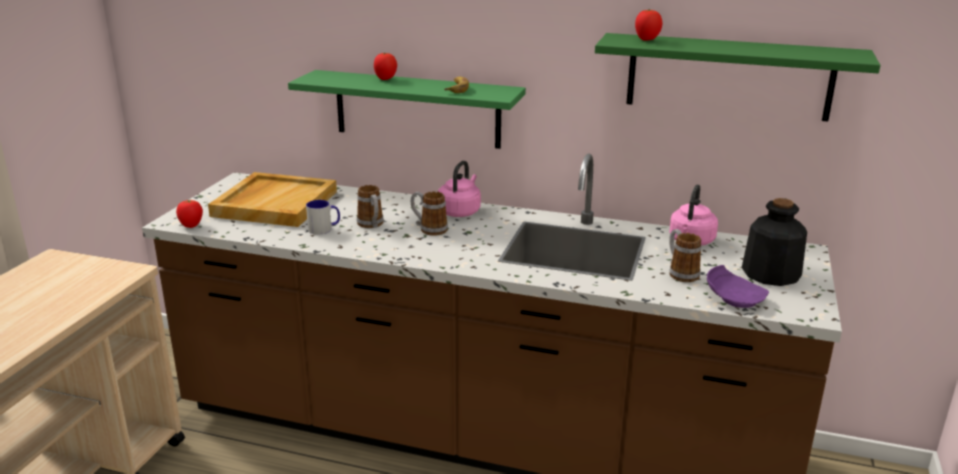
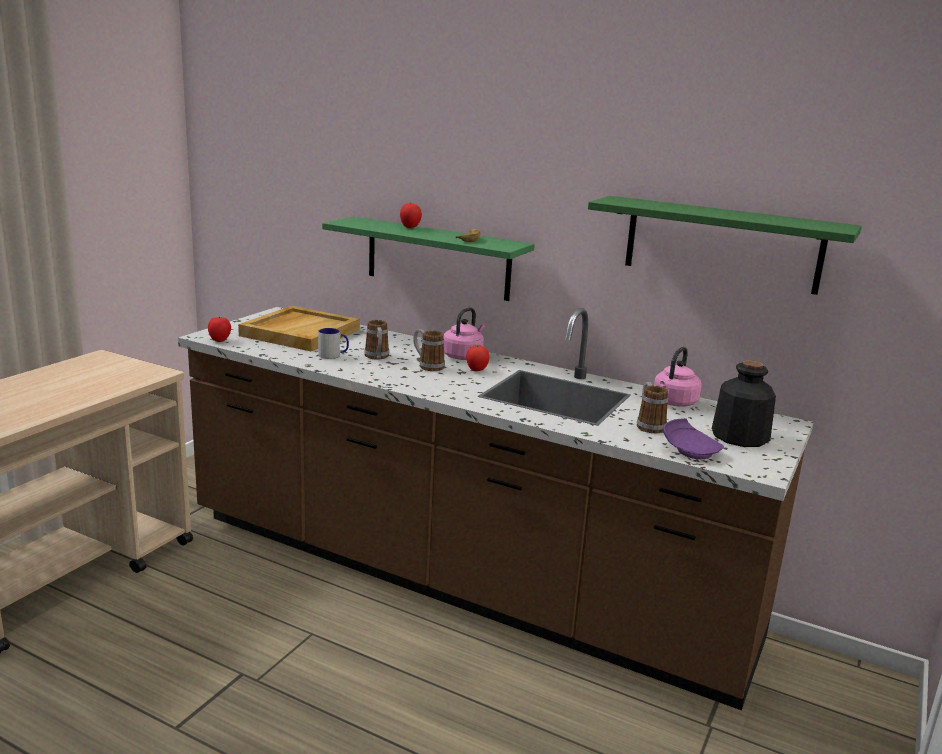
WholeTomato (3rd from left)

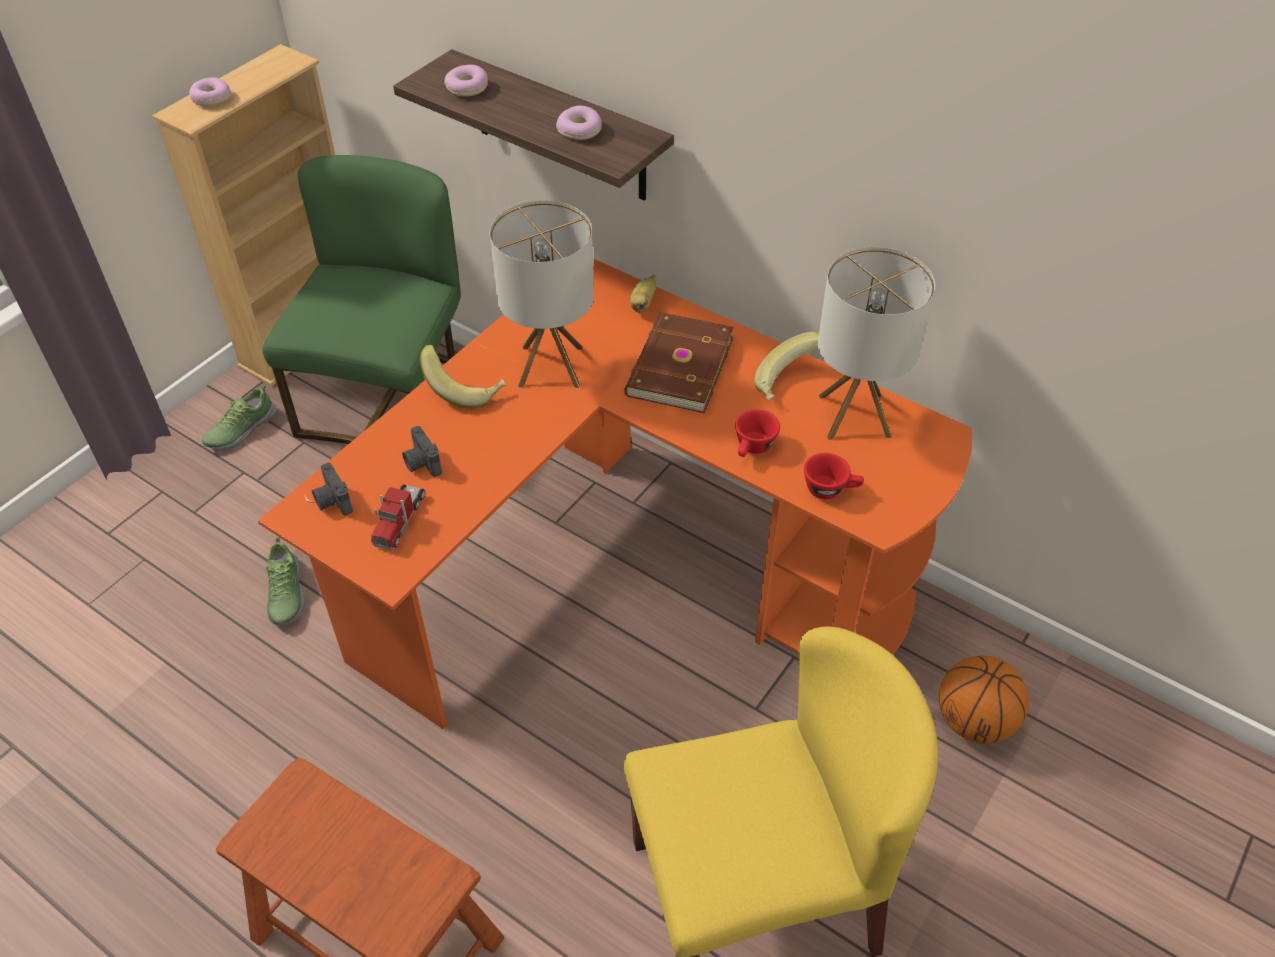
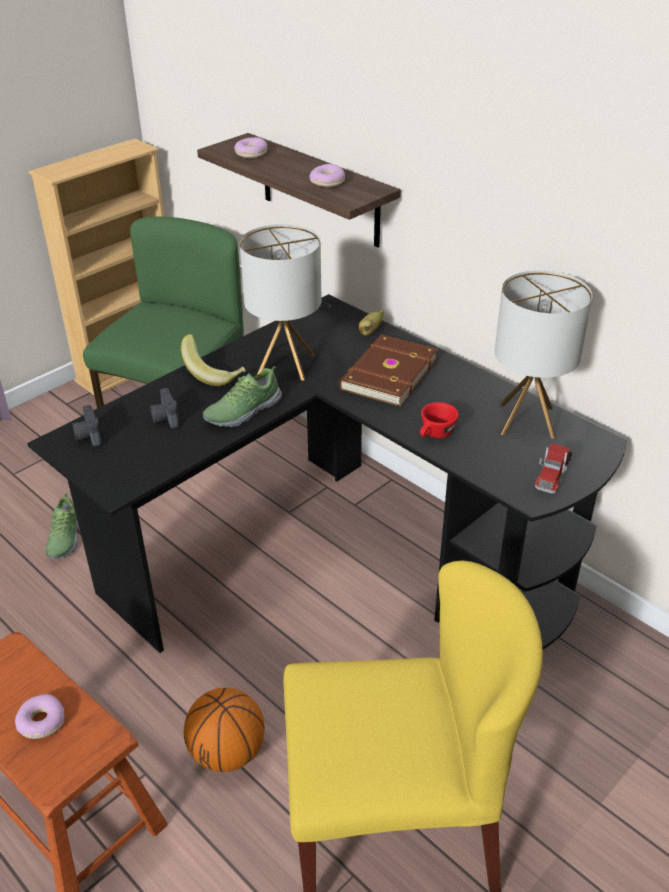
Doughnut (1st from left)
BlackishDesk
BallForBasketball
Shoe (2nd from left)
ModelTruck
WholeBanana (3rd from left in the first image)
RedColouredSmallCup (2nd from left in the first image)

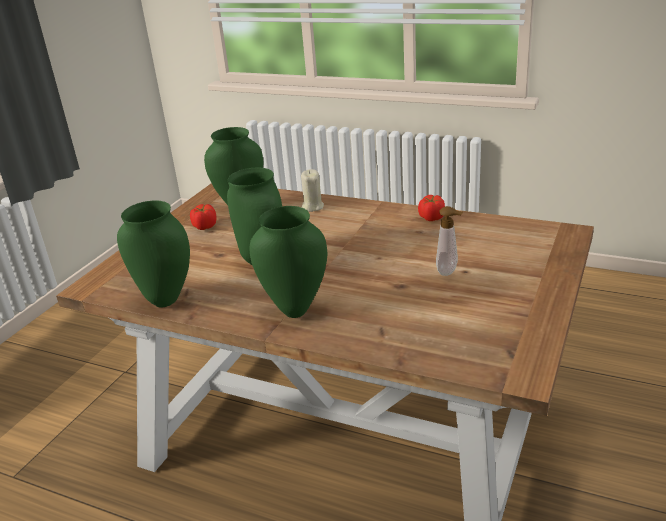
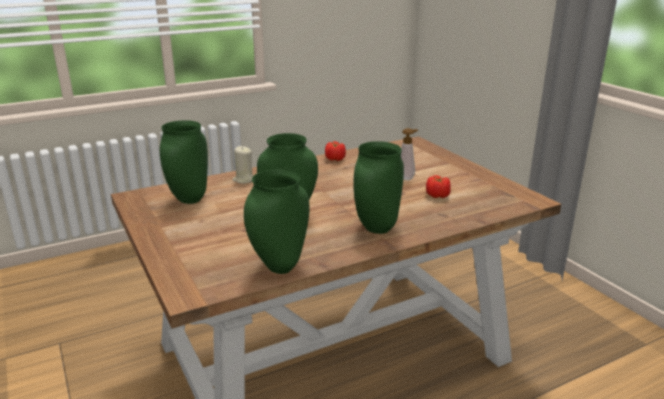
WholeTomato (2nd from left)

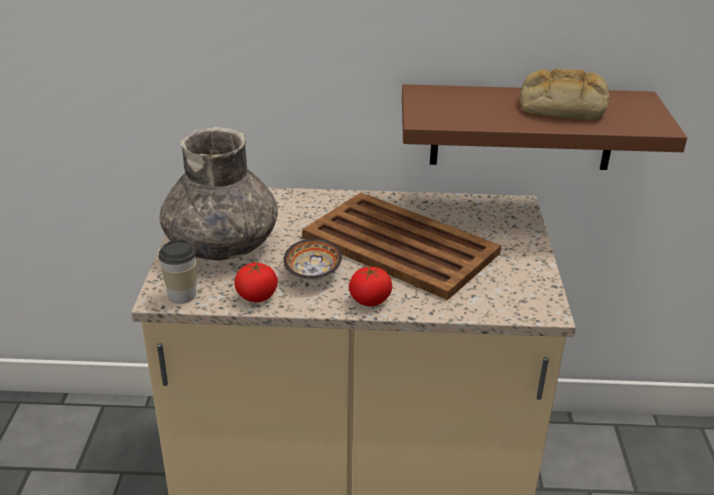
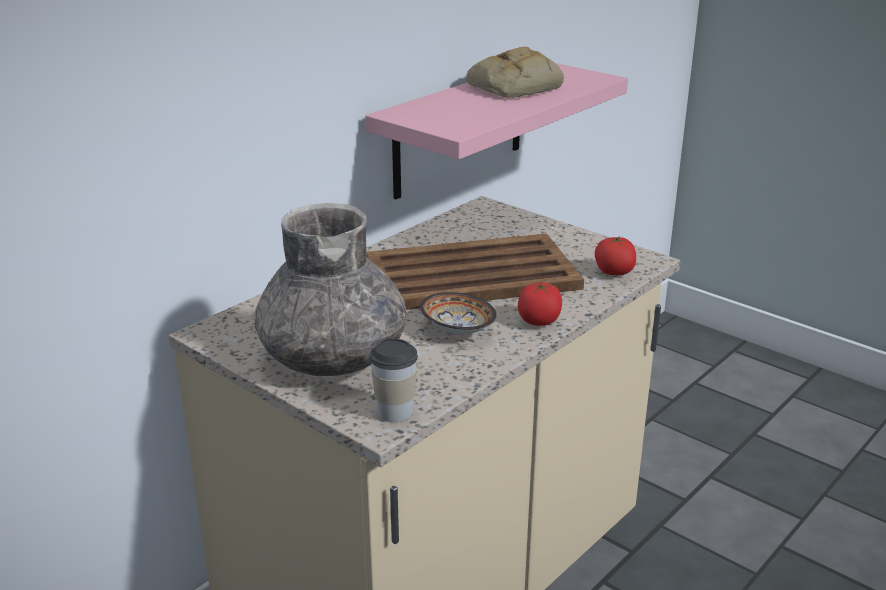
PinkishBracketShelf
WholeTomato (2nd from left)

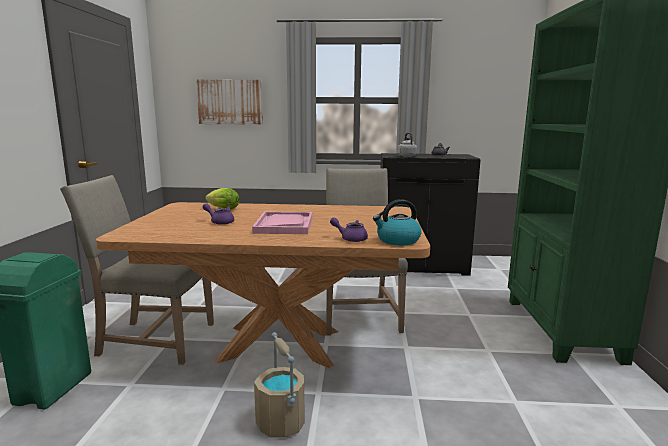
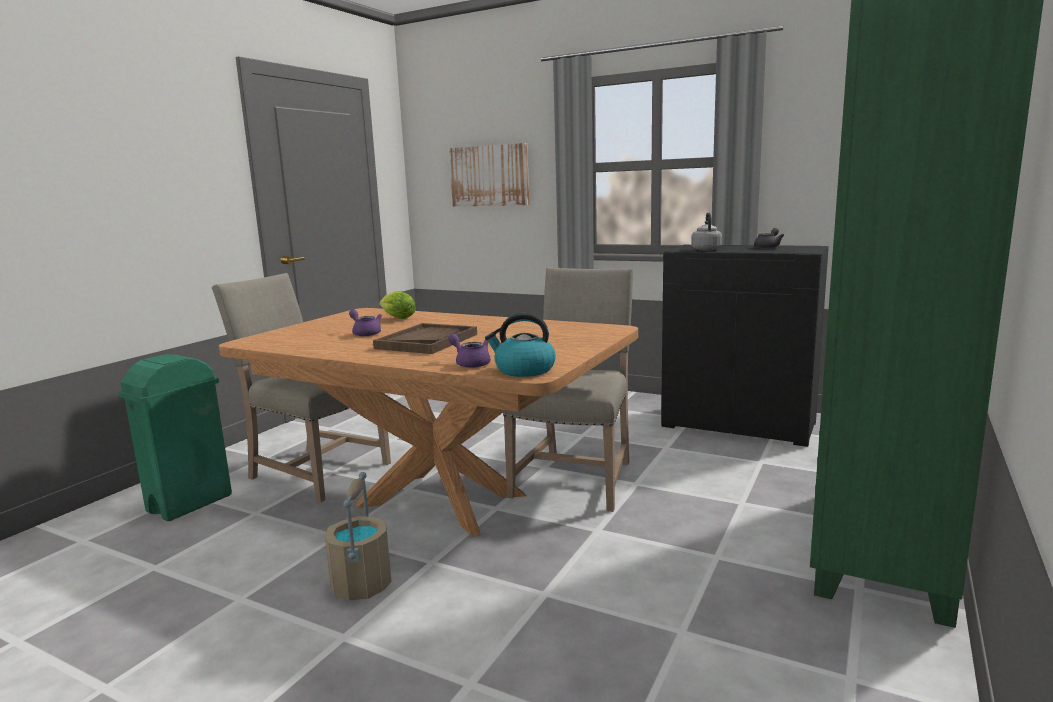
BrownishCarryingTray

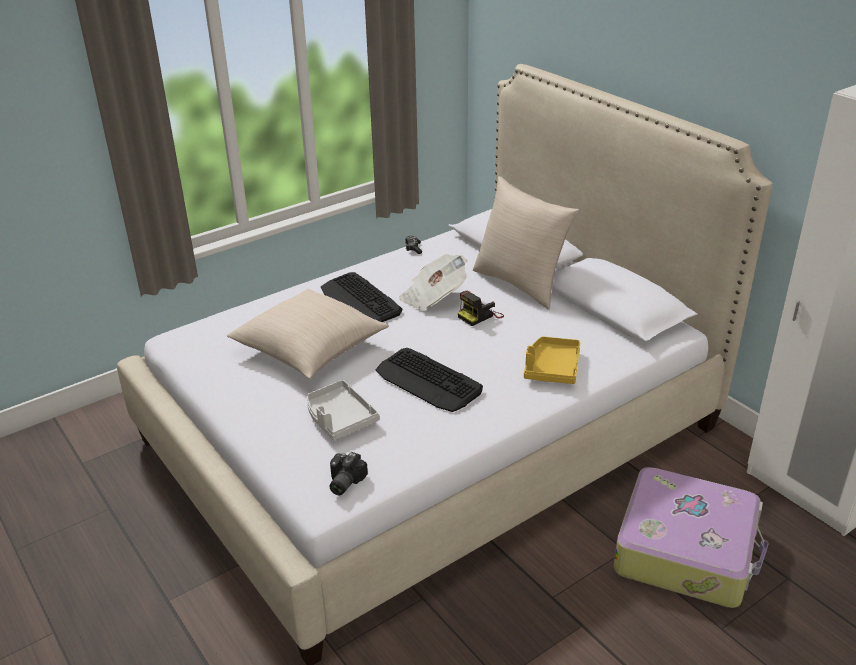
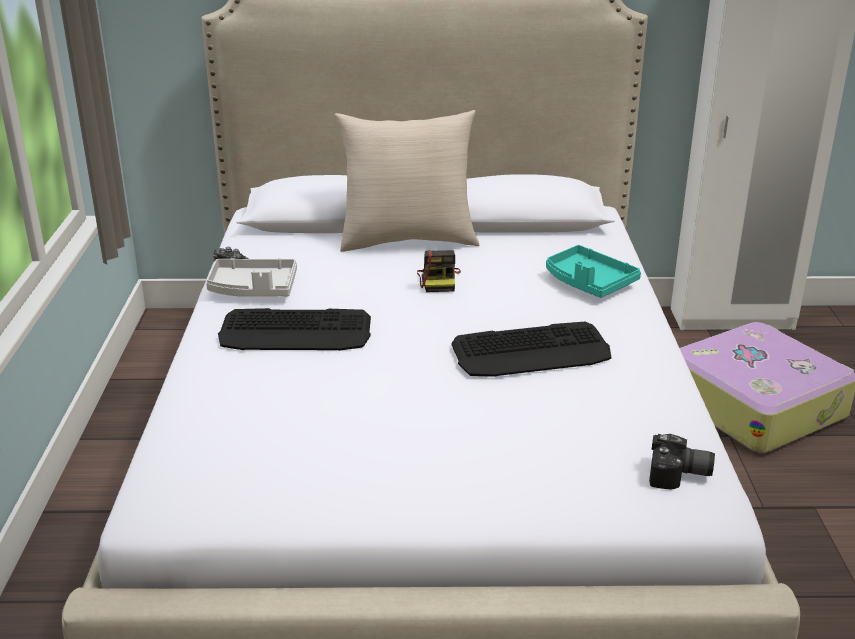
GrayCarryingTray
BlueGreenCarryingTray
PhotoCamera (2nd from left)
BeigeThrowPillow (1st from left in the first image)
PrintedPaper

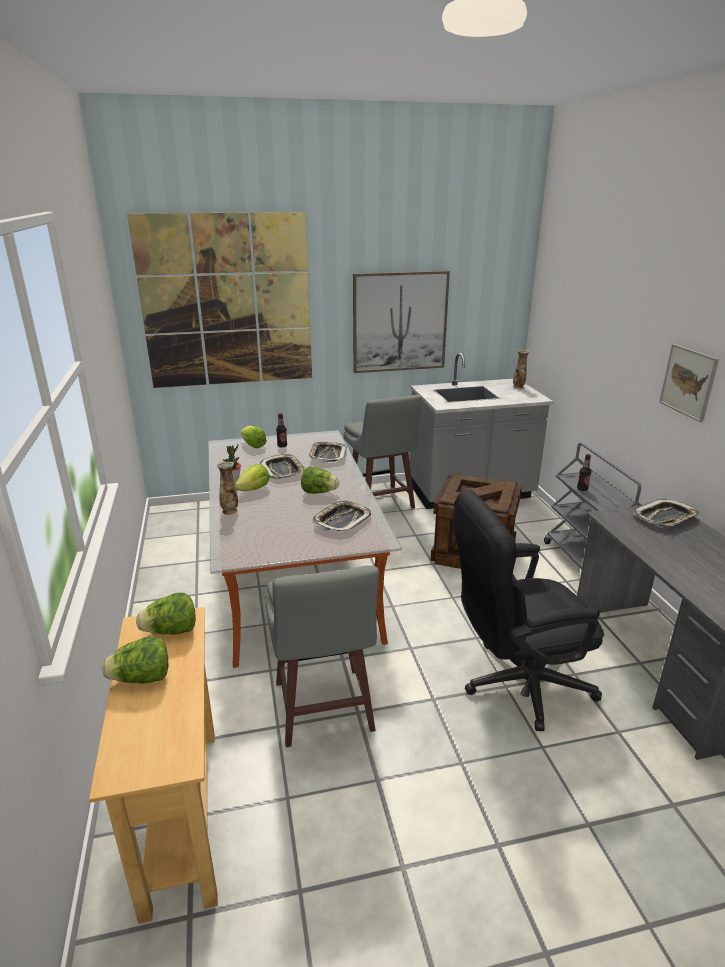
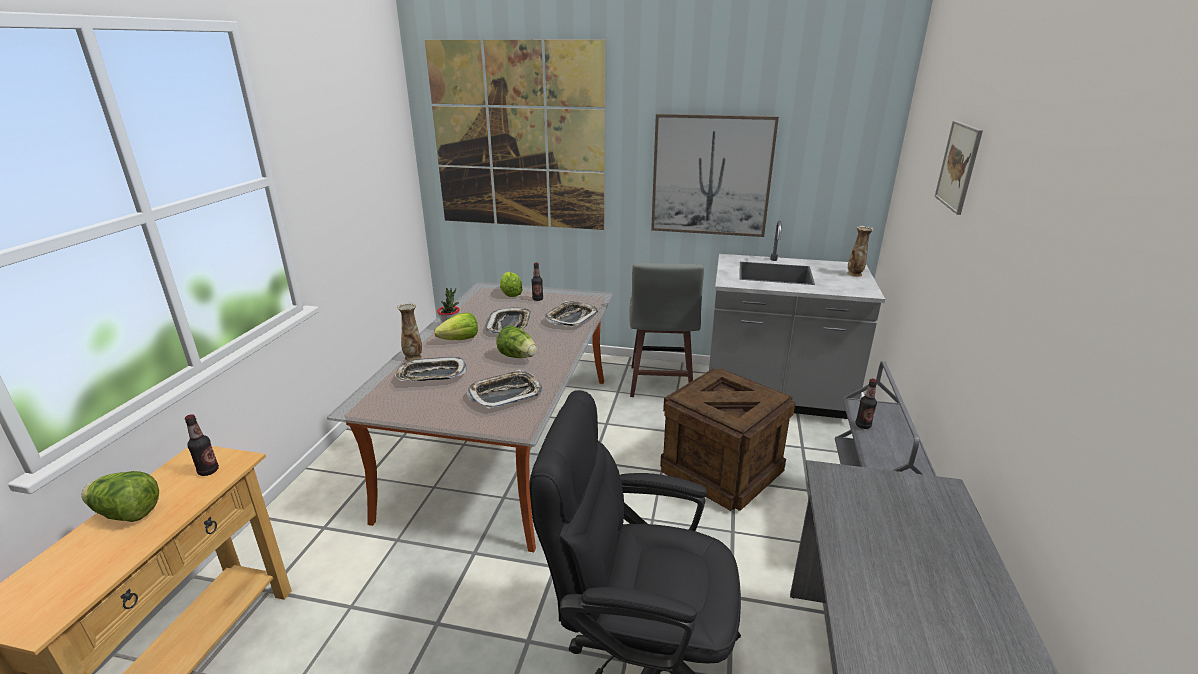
BeverageBottle (1st from left)
CarryingTray (1st from left)
Picture (3rd from left)
GrayStoolSeat (1st from left in the first image)

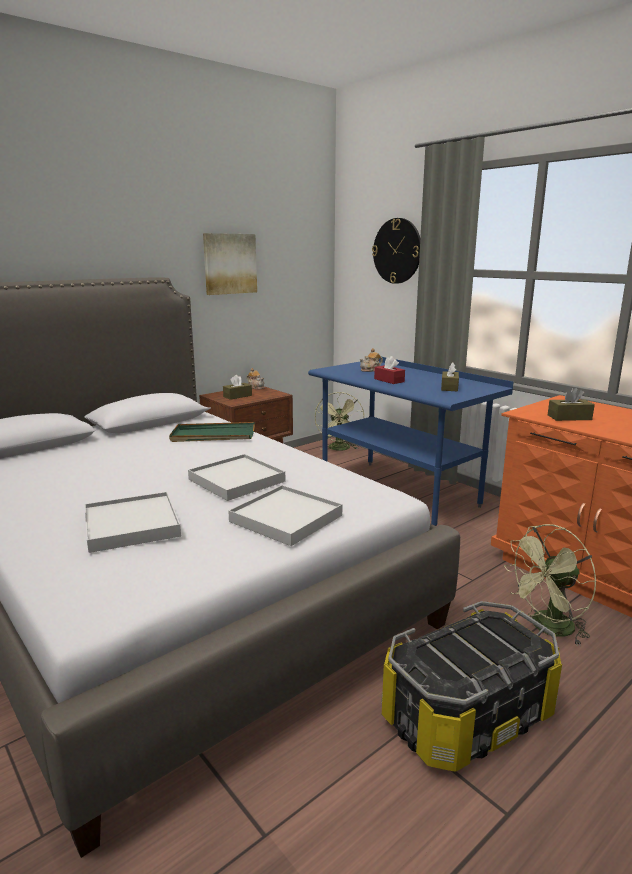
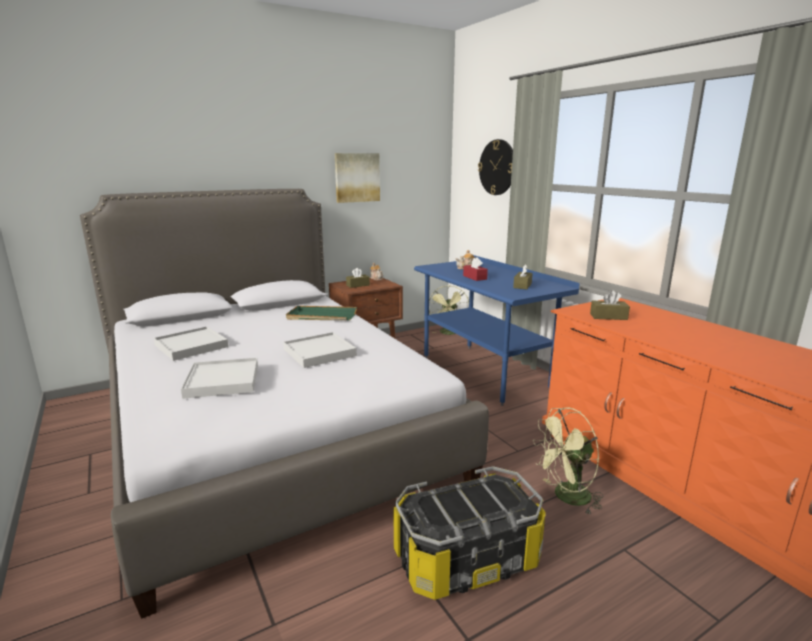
WhitishCarryingTray (1st from left)

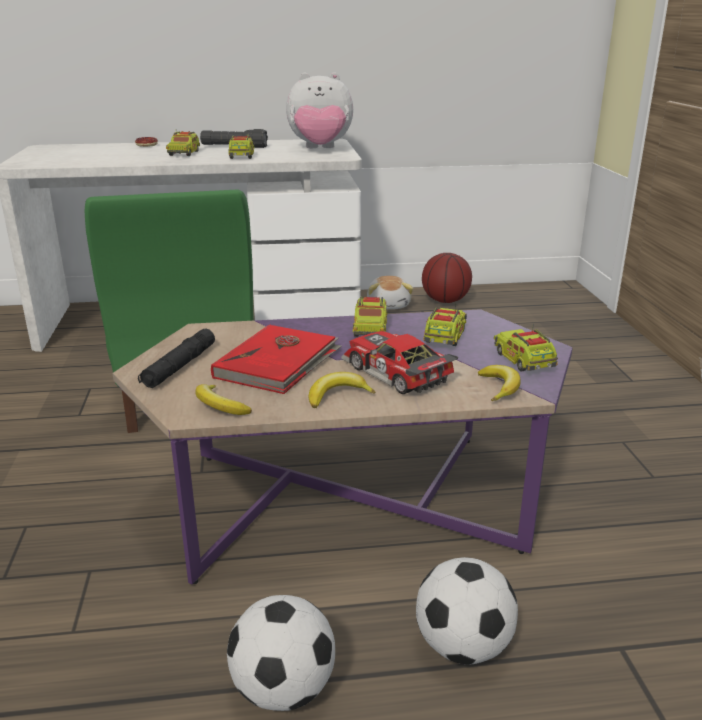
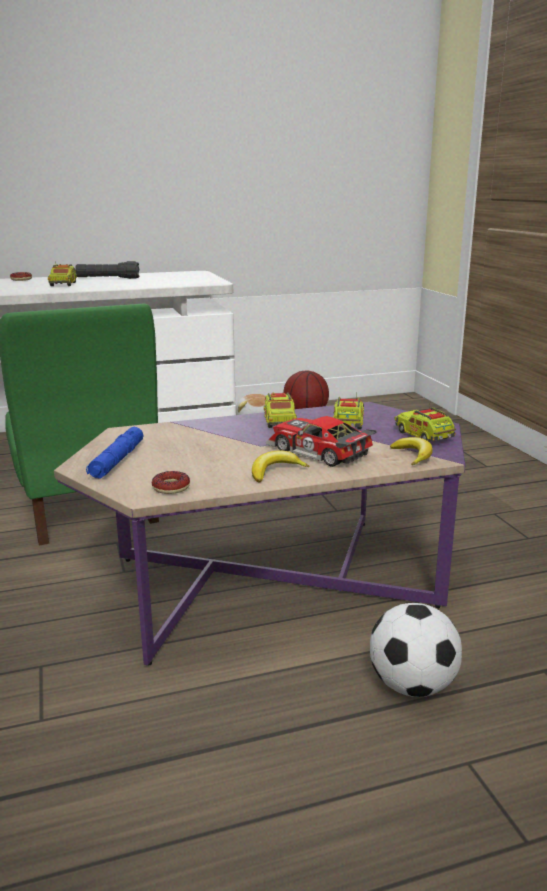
BluishFlashlight
Doughnut (2nd from left)
RedColouredBook
FootballBall (1st from left in the first image)
ModelTruck (2nd from left in the first image)
CuddlyToy (1st from left in the first image)

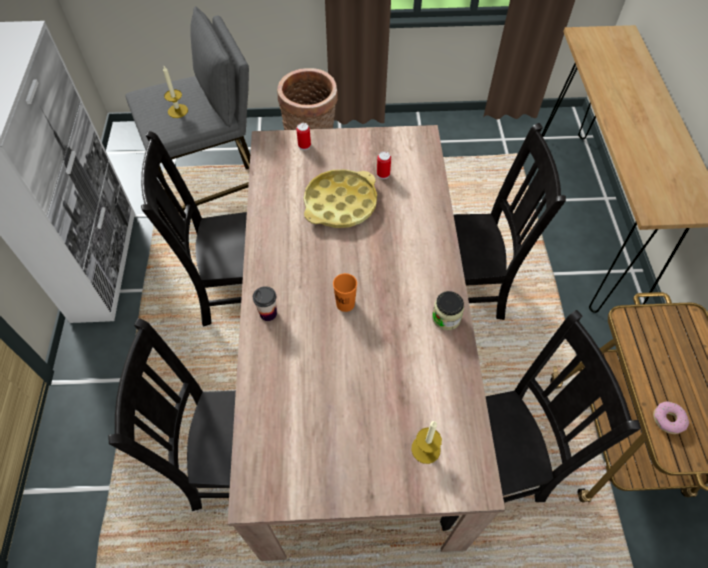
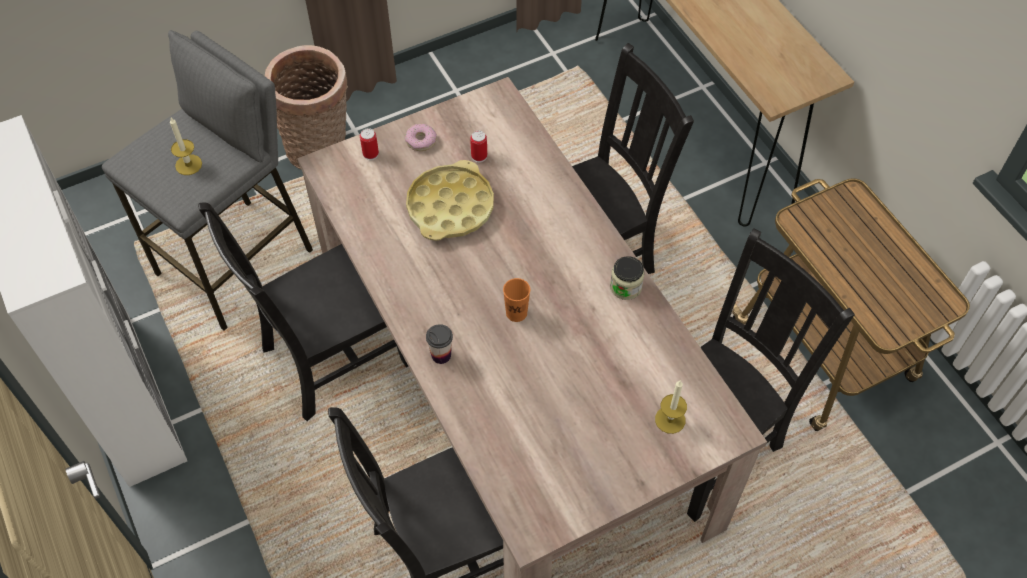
Doughnut

